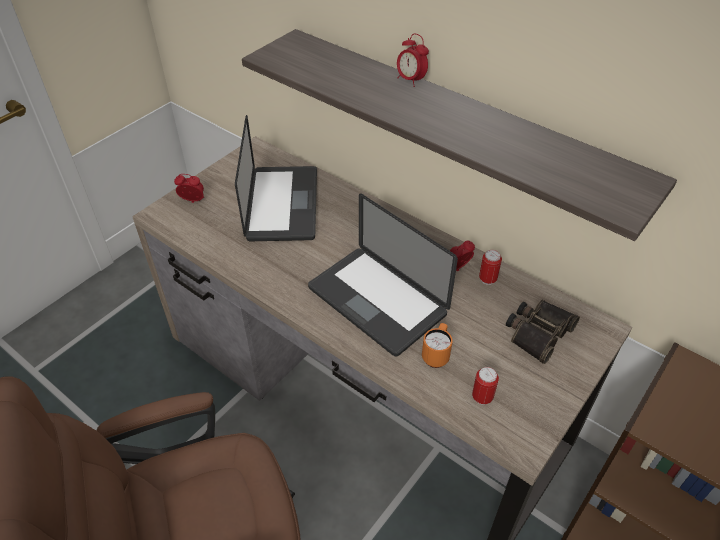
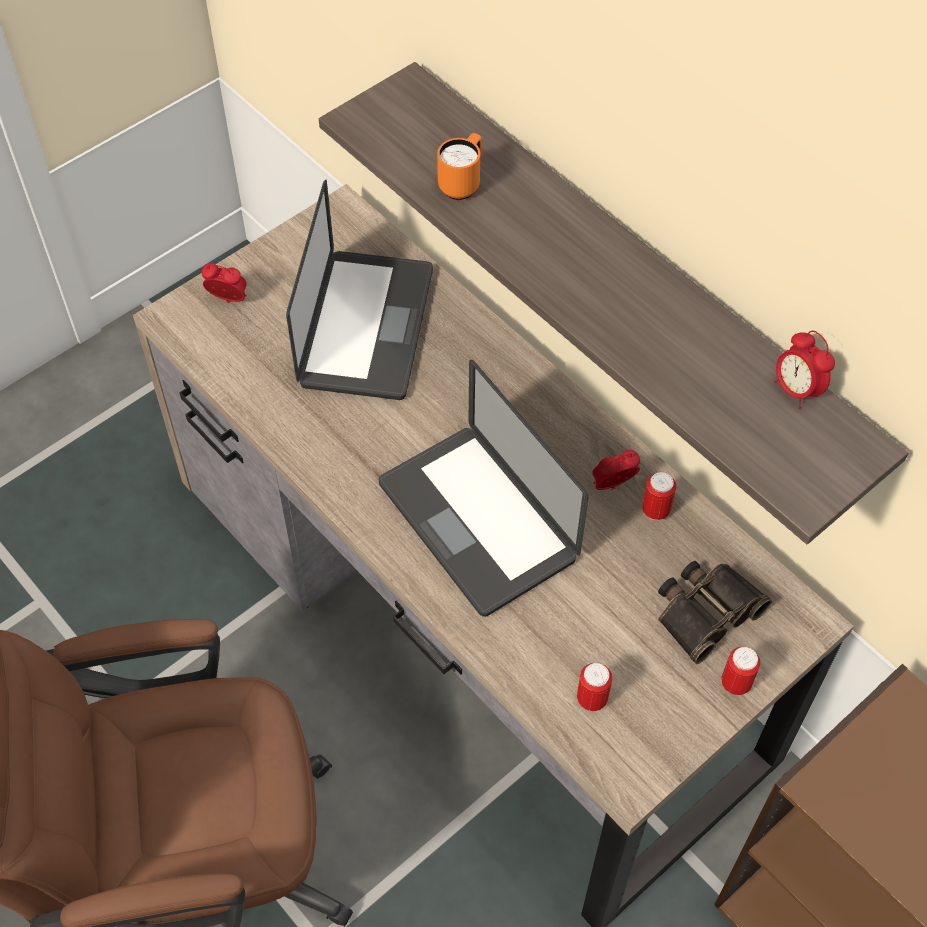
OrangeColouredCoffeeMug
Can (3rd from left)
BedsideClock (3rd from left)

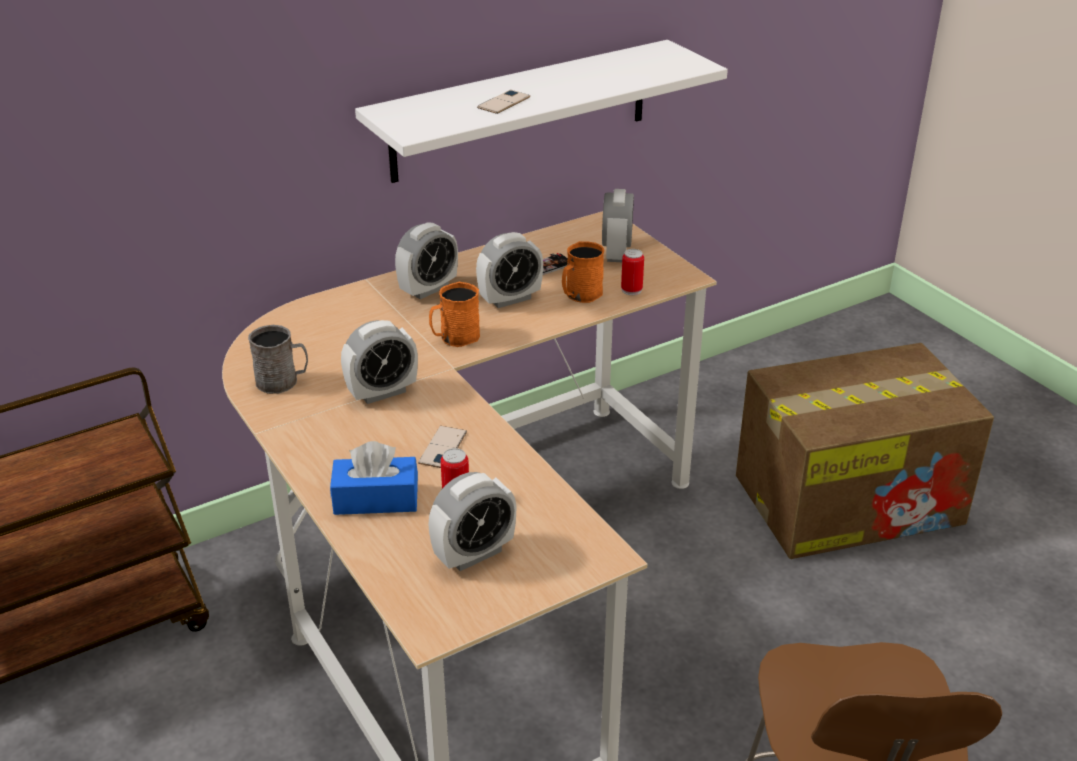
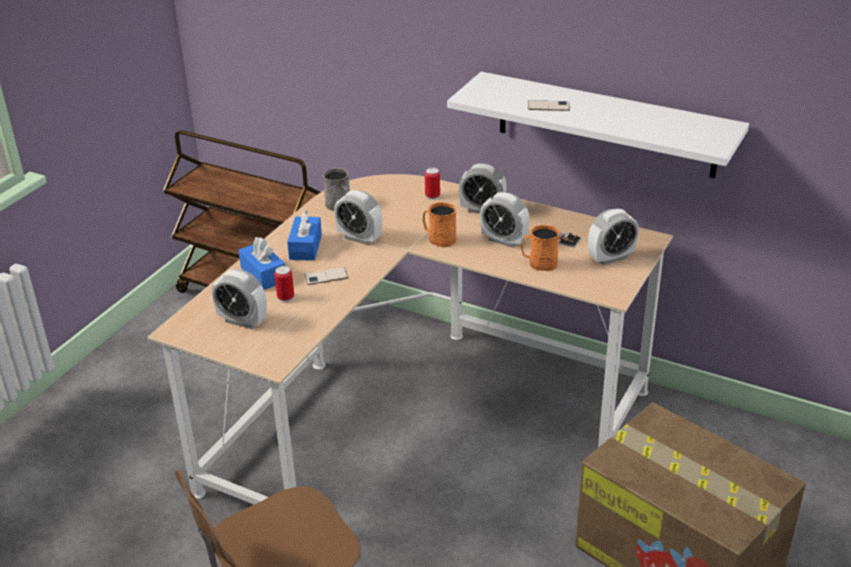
BluishBoxOfTissues (2nd from left)
Can (2nd from left)

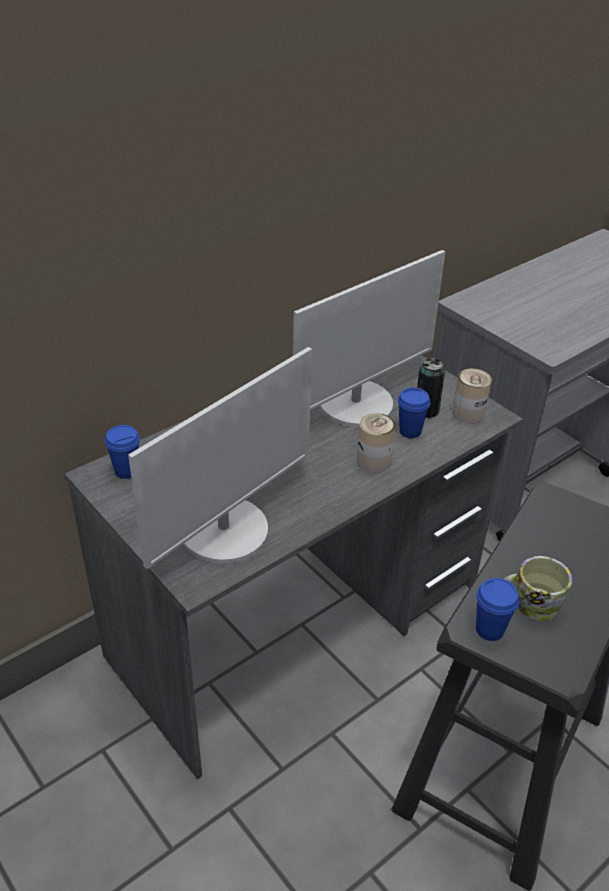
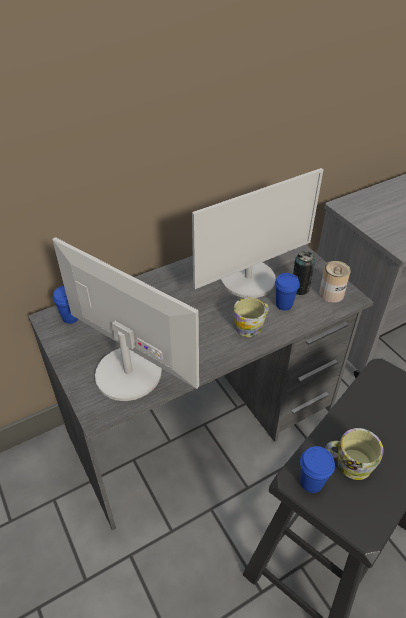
Monitor (1st from left)
CoffeeMug (1st from left)

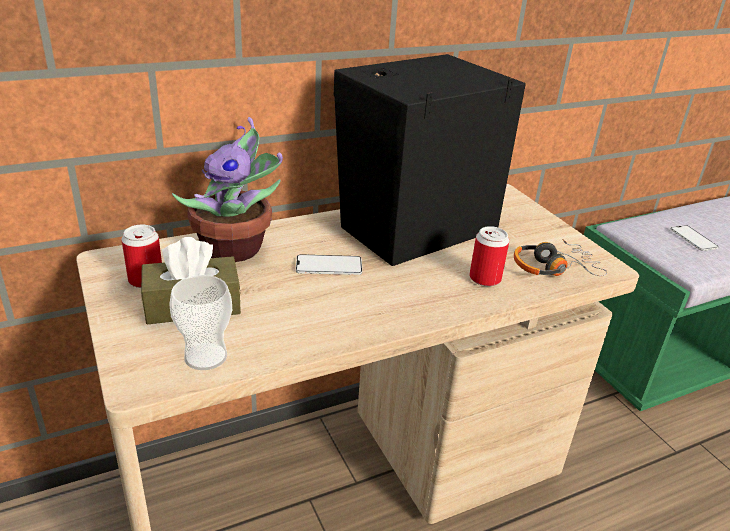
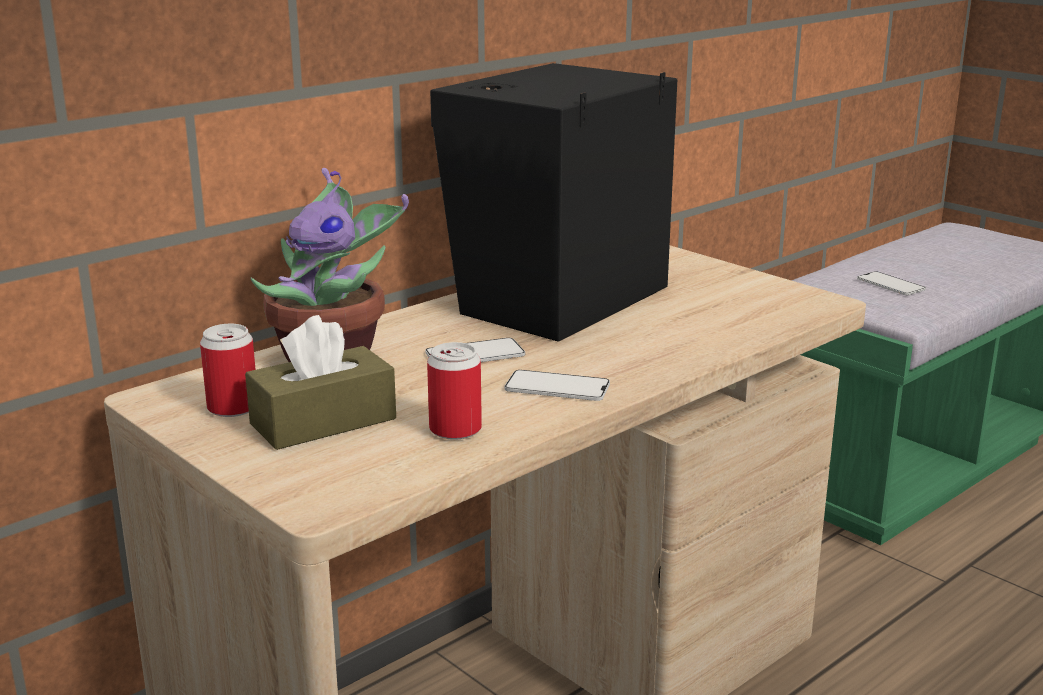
Can (2nd from left)
Phone (2nd from left)
SmallCup
PairOfHeadphones

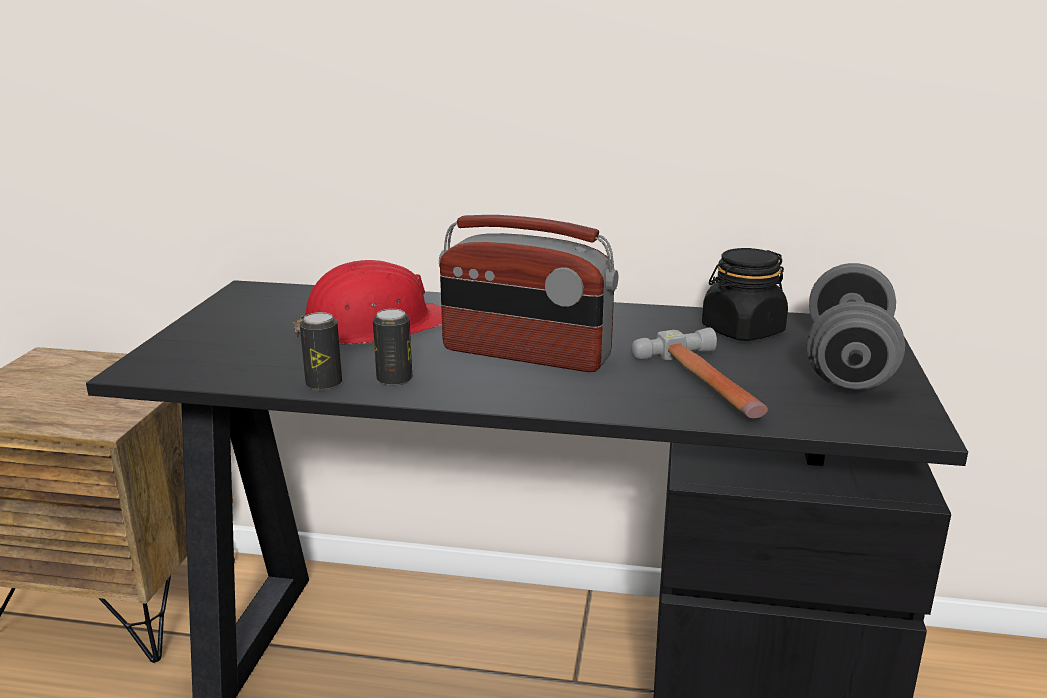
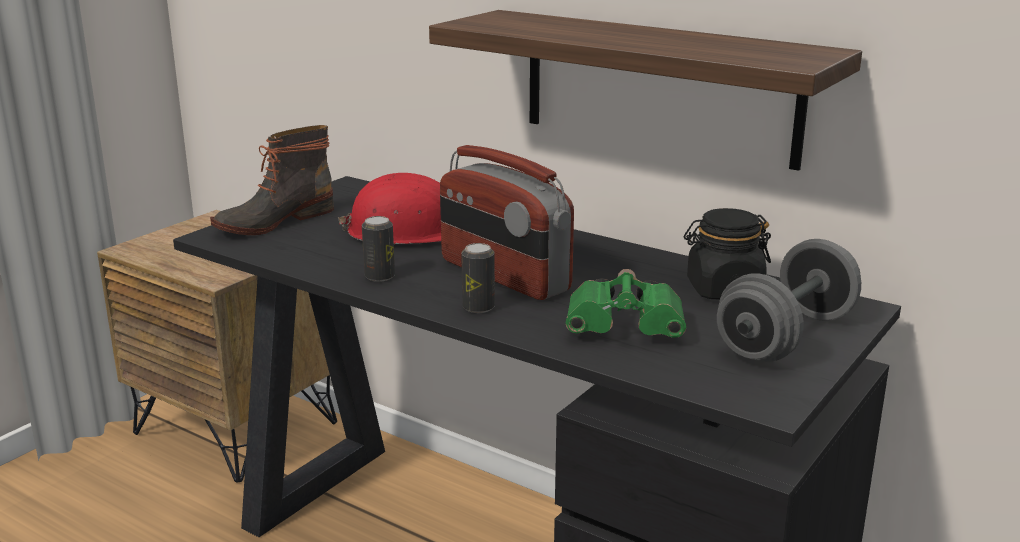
Boot
BracketShelf
Can (2nd from left)
GreenishFieldGlasses

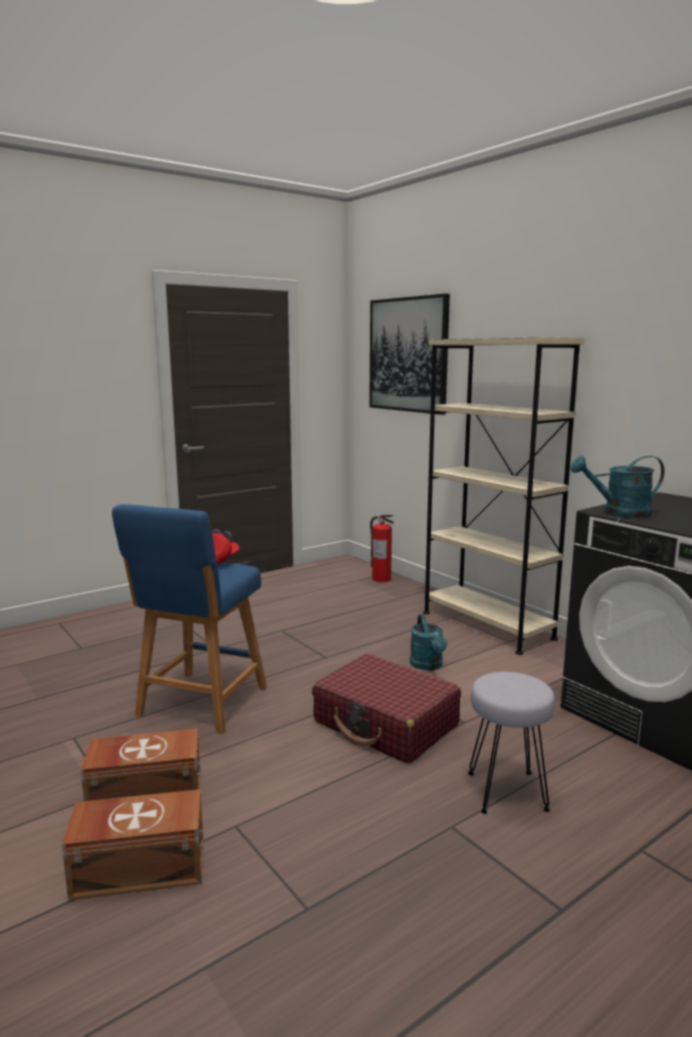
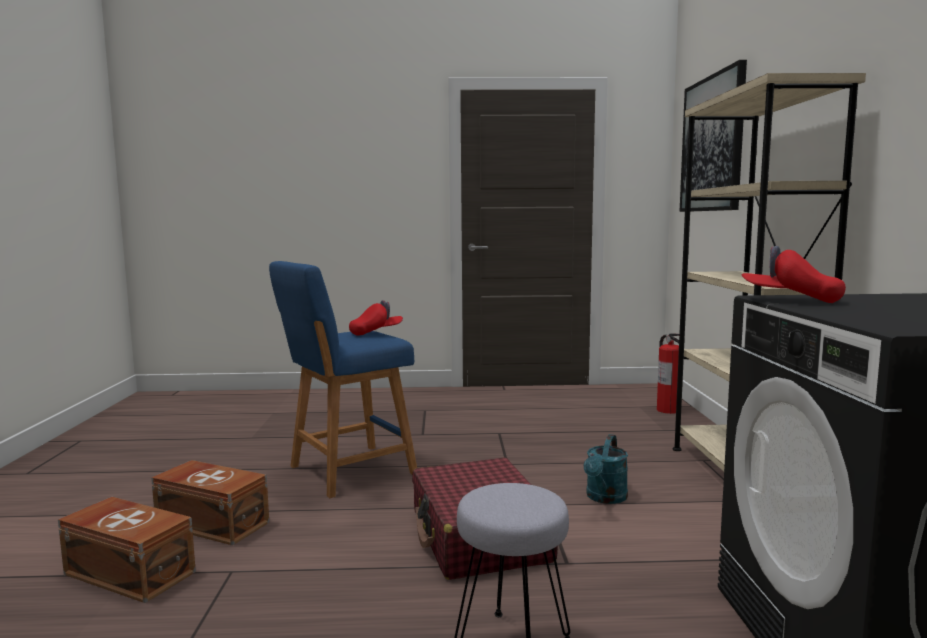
RedColouredCap (2nd from left)

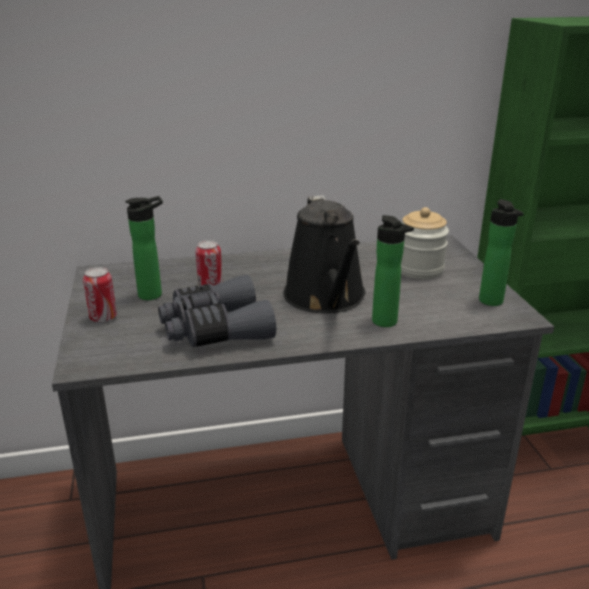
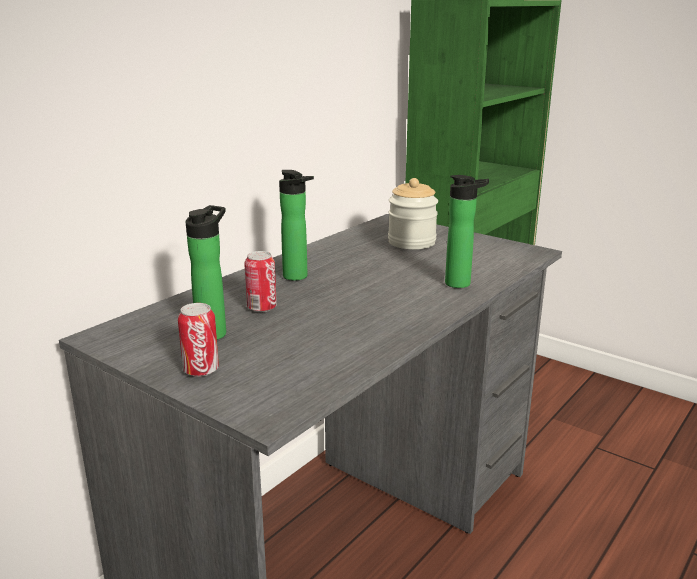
BeverageBottle (2nd from left)
GrayFieldGlasses
BlackishSprinklingCan

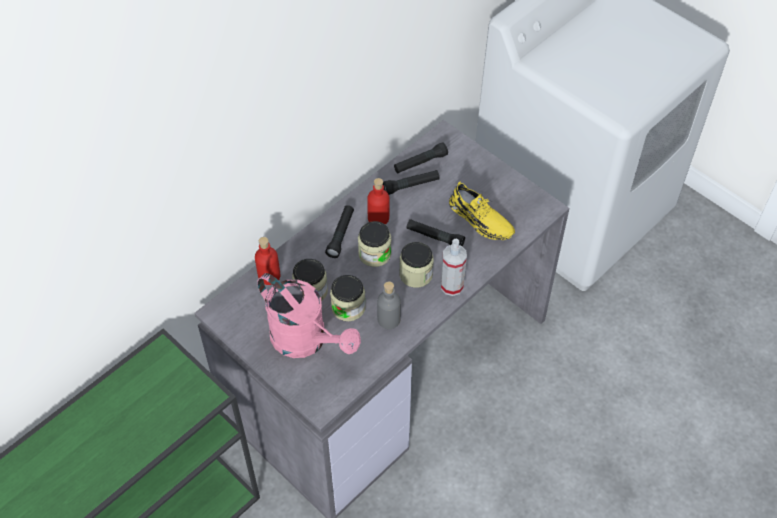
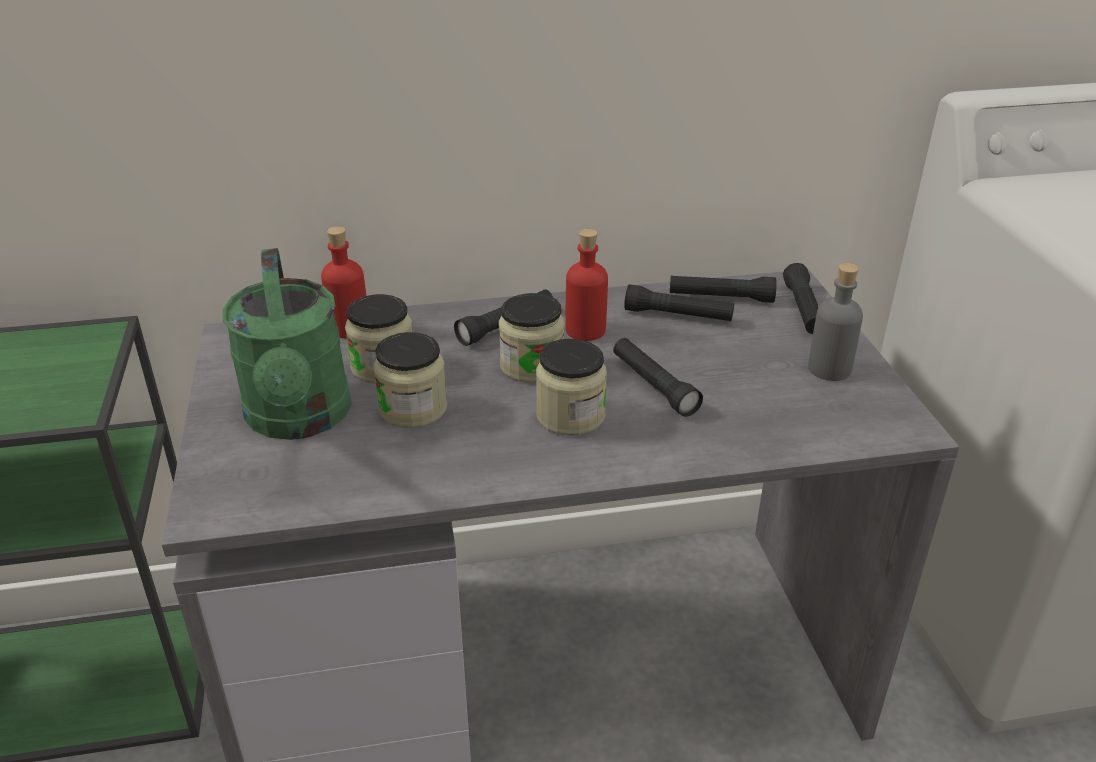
GreenishSprinklingCan
BlackishFlashlight (5th from left)
GrayBeverageBottle
Sprayer
YellowColouredShoe

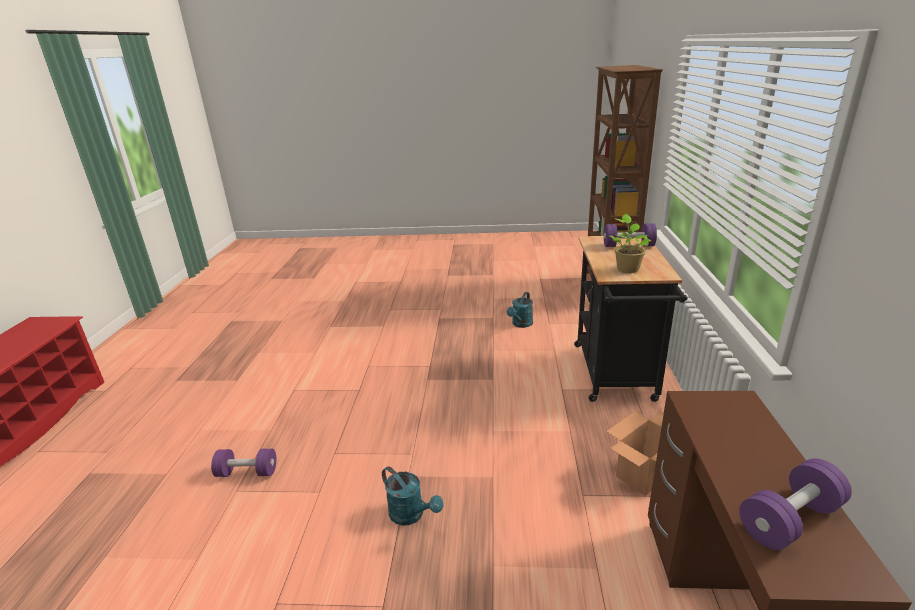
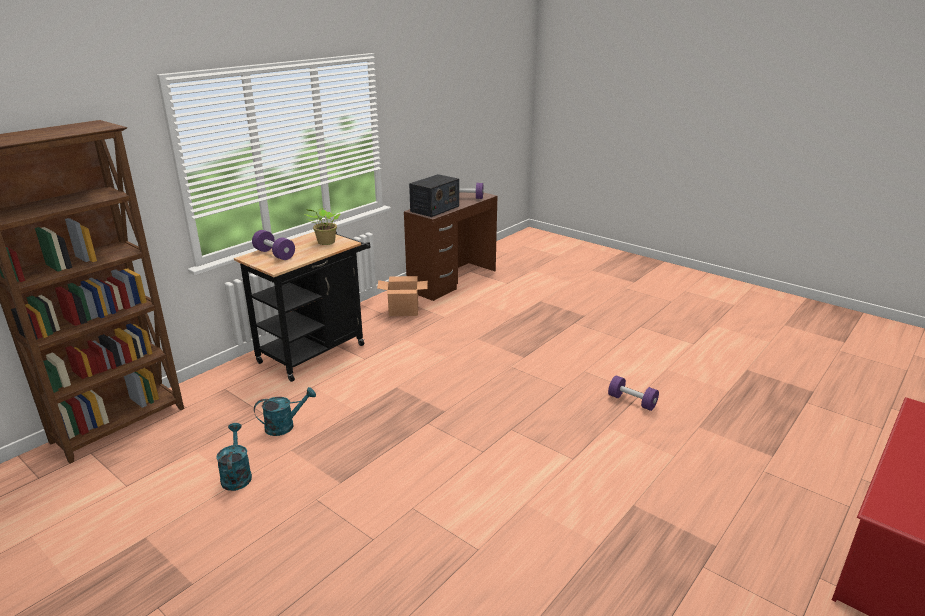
BlueGreenSprinklingCan (1st from left)
RadioReceiver

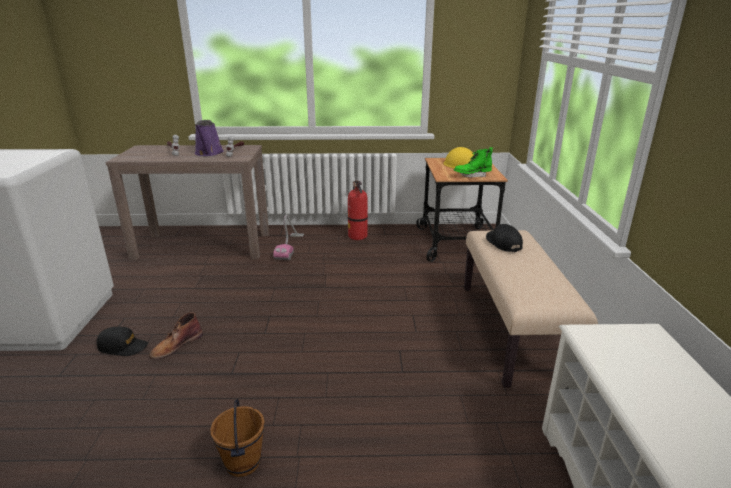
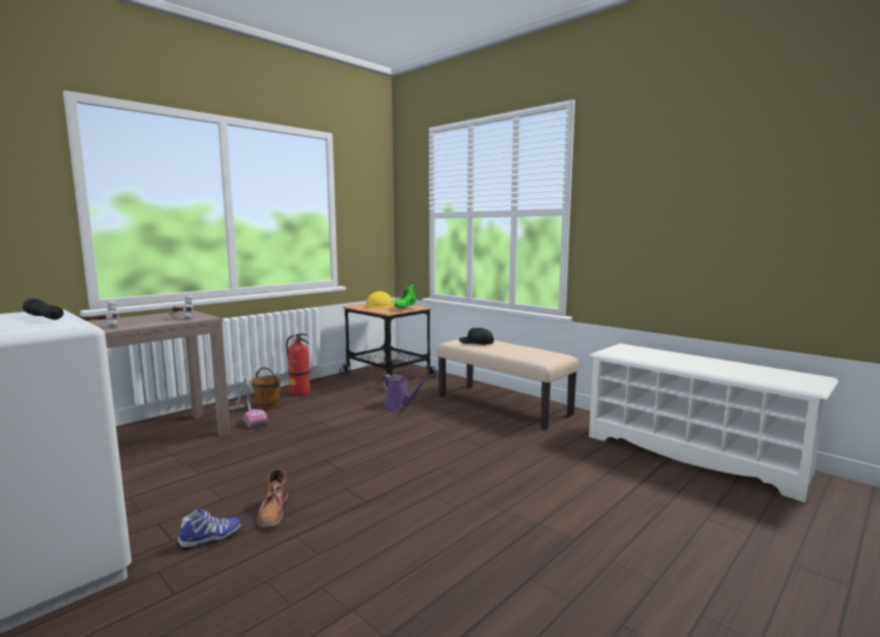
BlackishFlashlight
Shoe
BrownishWaterBucket
PurpleColouredSprinklingCan

